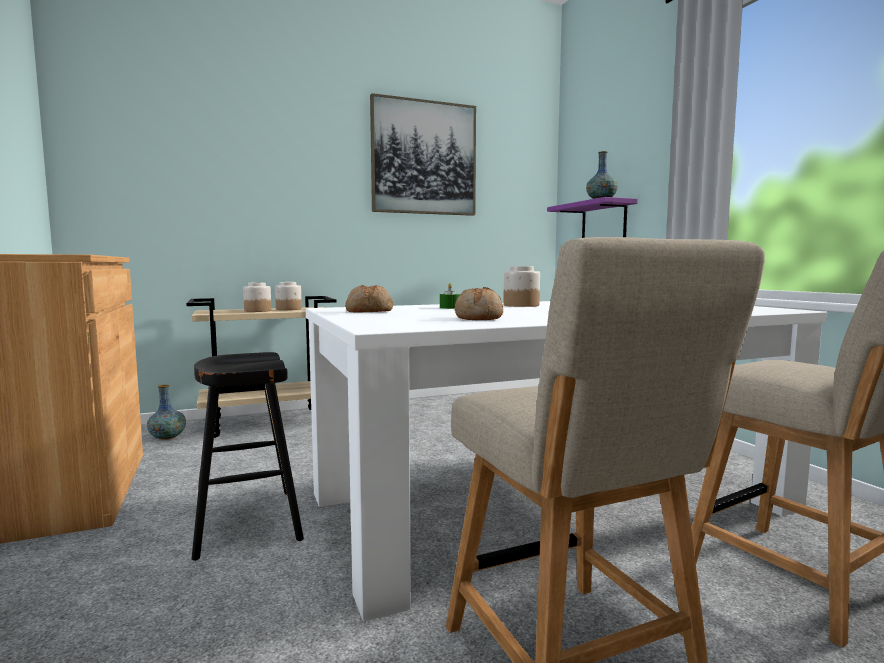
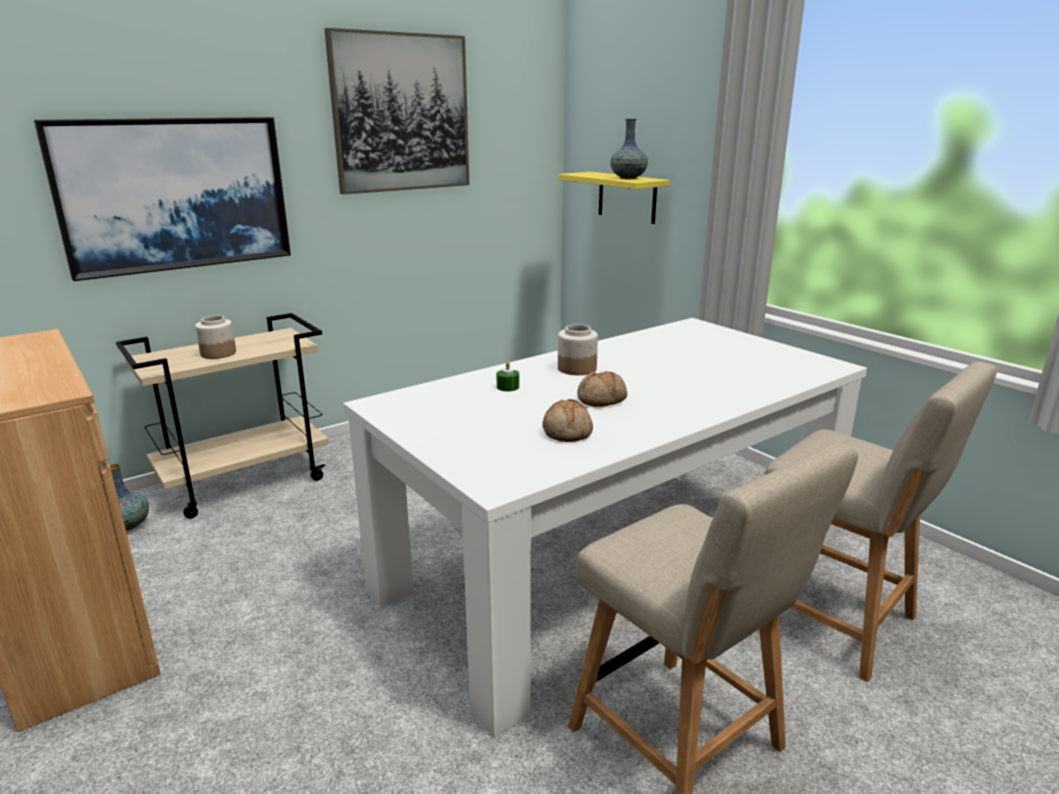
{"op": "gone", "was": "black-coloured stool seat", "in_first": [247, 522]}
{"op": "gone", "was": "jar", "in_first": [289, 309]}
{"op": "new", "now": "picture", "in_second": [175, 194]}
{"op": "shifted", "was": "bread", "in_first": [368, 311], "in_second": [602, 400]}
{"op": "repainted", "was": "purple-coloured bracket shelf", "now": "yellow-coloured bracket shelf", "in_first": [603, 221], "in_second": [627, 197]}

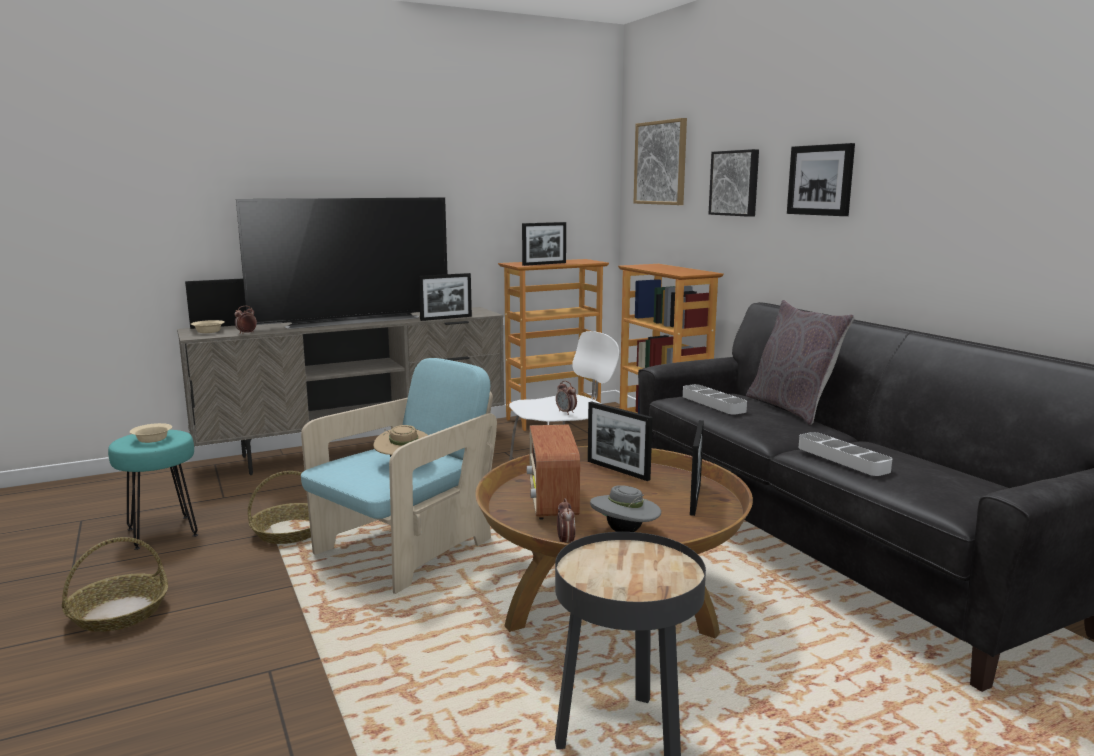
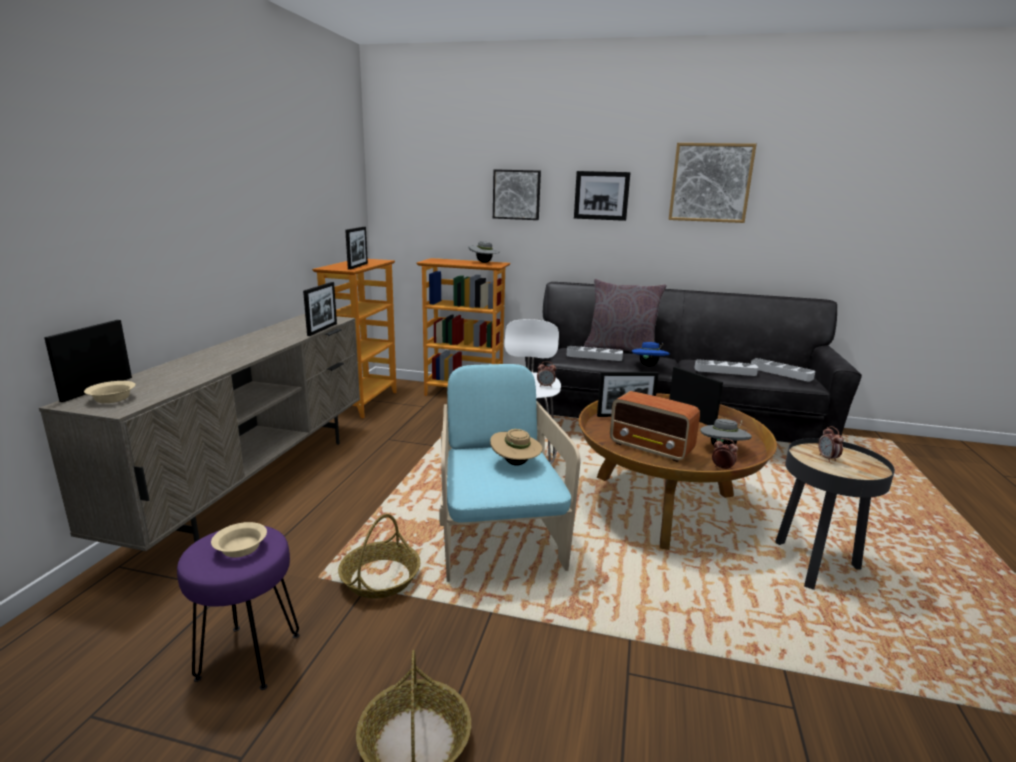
{"op": "gone", "was": "TV set", "in_first": [351, 320]}
{"op": "new", "now": "gray wearable hat", "in_second": [484, 262]}
{"op": "new", "now": "blue wearable hat", "in_second": [649, 365]}
{"op": "new", "now": "gray serving tray", "in_second": [781, 373]}
{"op": "shifted", "was": "table clock", "in_first": [246, 333], "in_second": [827, 458]}
{"op": "shifted", "was": "picture", "in_first": [661, 163], "in_second": [710, 183]}
{"op": "repainted", "was": "blue-green stool seat", "now": "purple-coloured stool seat", "in_first": [163, 532], "in_second": [248, 655]}

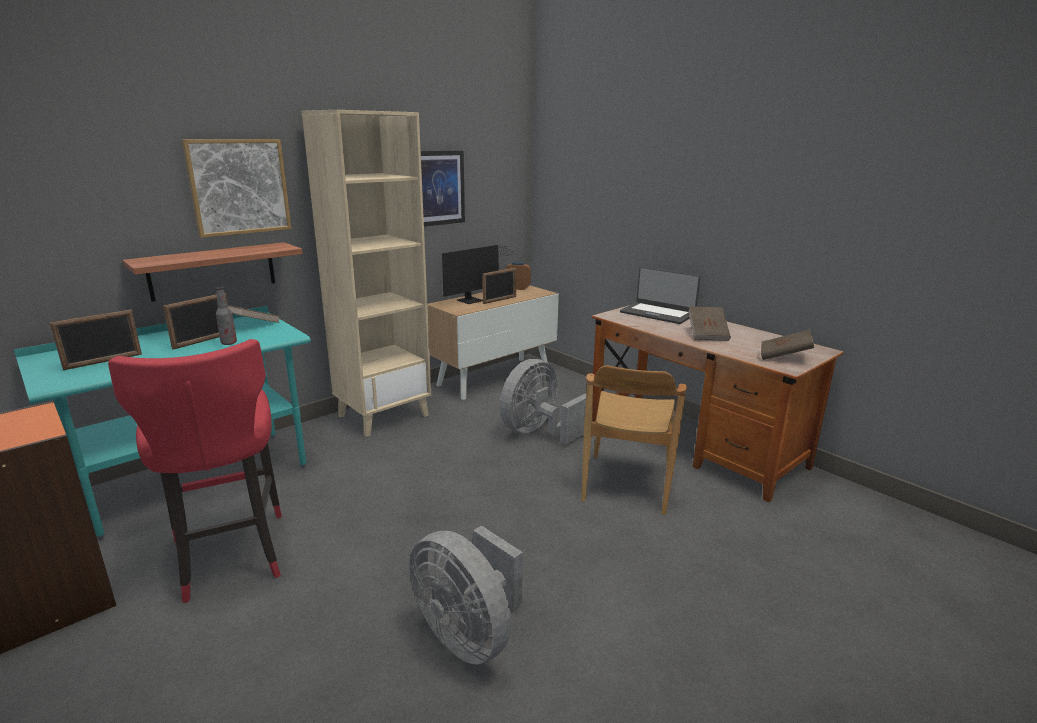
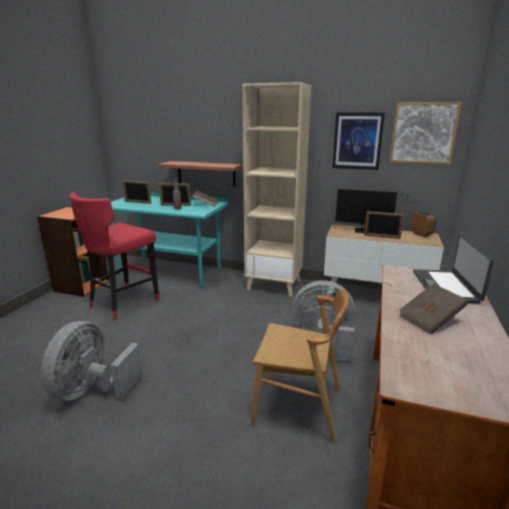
{"op": "gone", "was": "brownish volume", "in_first": [784, 357]}
{"op": "shifted", "was": "picture", "in_first": [239, 187], "in_second": [423, 133]}
{"op": "rotated", "was": "brownish plain chair", "in_first": [626, 483], "in_second": [298, 406], "clockwise": -150}

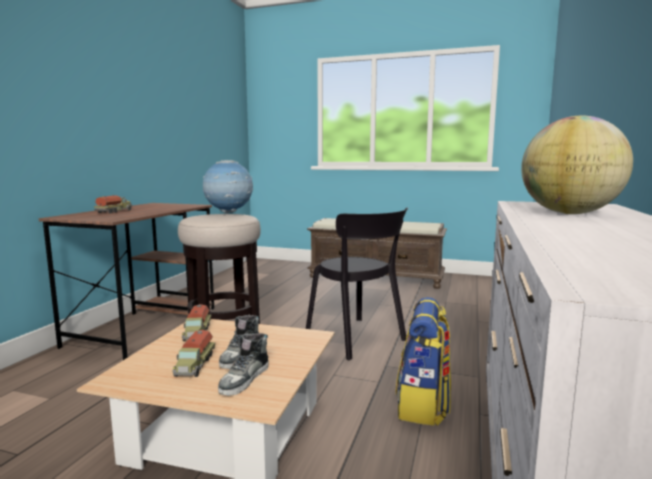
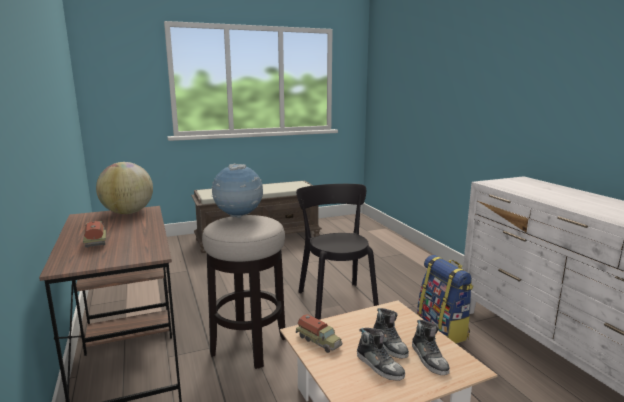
{"op": "shifted", "was": "desk globe", "in_first": [569, 213], "in_second": [128, 213]}
{"op": "swapped", "was": "toy lorry", "now": "shoe", "in_first": [194, 365], "in_second": [379, 366]}
{"op": "rotated", "was": "black-coloured plain chair", "in_first": [358, 339], "in_second": [336, 299], "clockwise": -120}

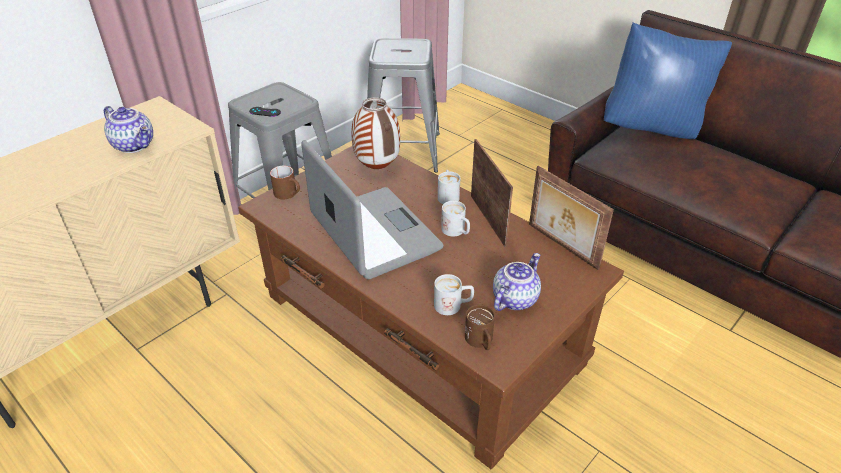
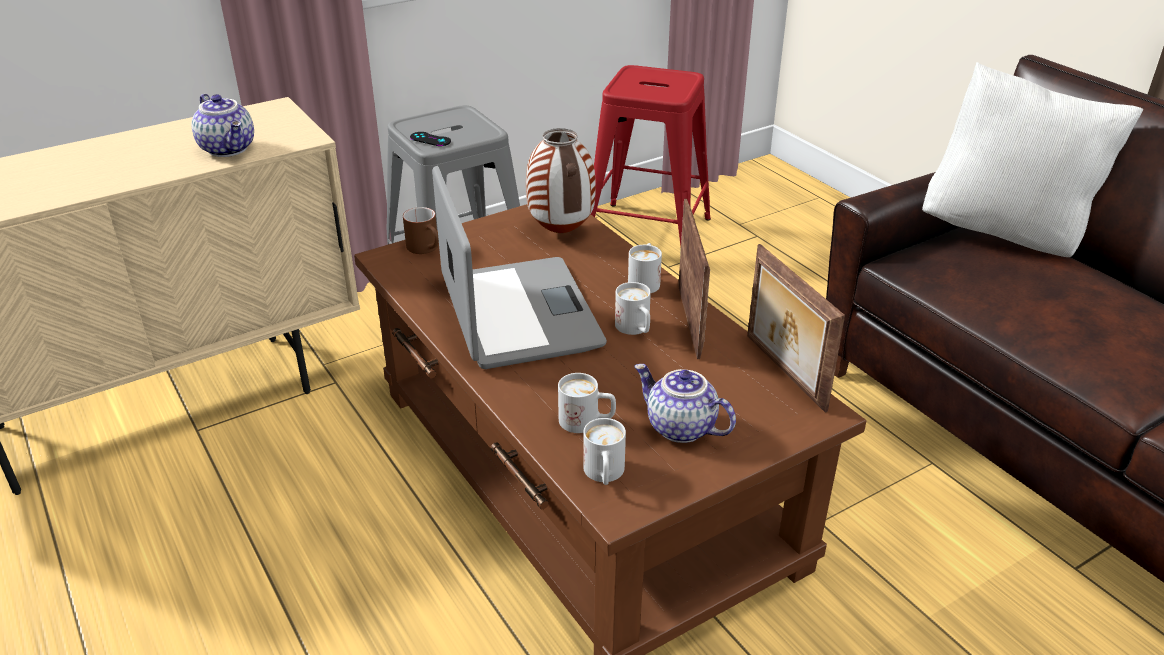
{"op": "repainted", "was": "gray stool seat", "now": "red-coloured stool seat", "in_first": [402, 151], "in_second": [646, 235]}
{"op": "repainted", "was": "brownish coffee mug", "now": "white coffee mug", "in_first": [480, 342], "in_second": [604, 475]}
{"op": "repainted", "was": "blue pillow", "now": "white pillow", "in_first": [652, 128], "in_second": [1006, 234]}
{"op": "rotated", "was": "teapot", "in_first": [514, 298], "in_second": [679, 428], "clockwise": -105}

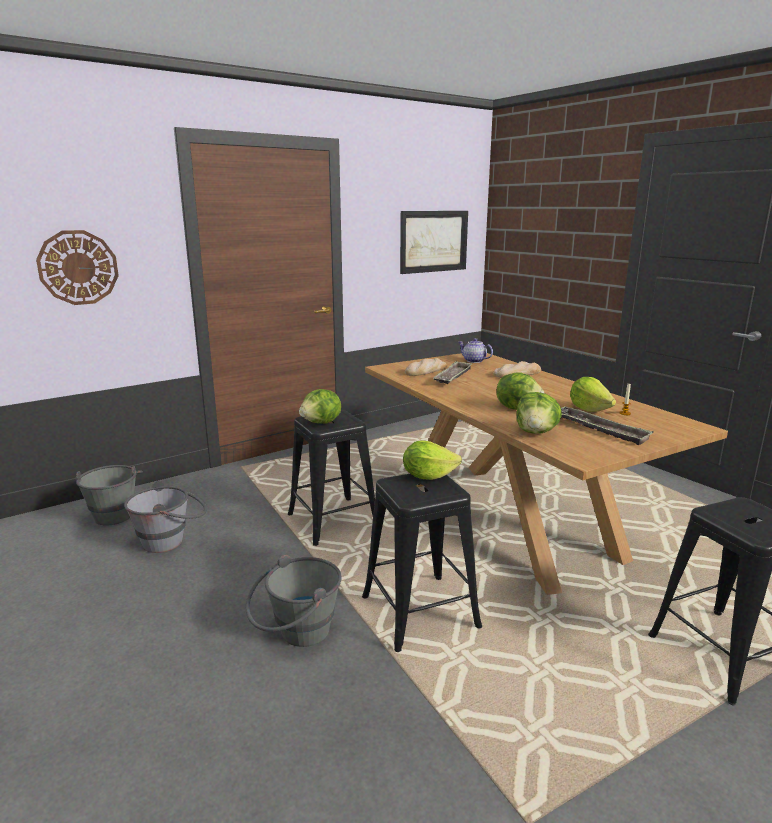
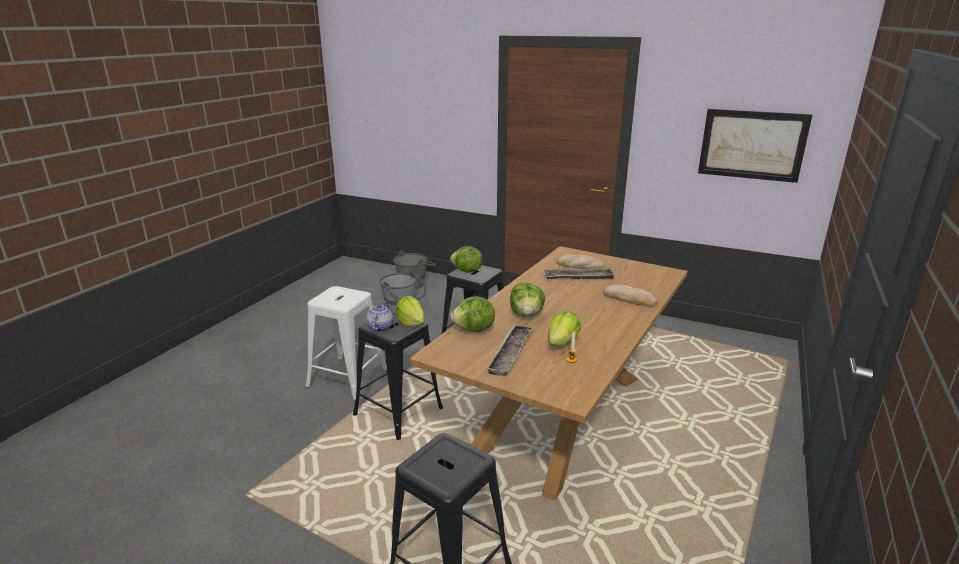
{"op": "gone", "was": "clock on the wall", "in_first": [78, 267]}
{"op": "shifted", "was": "teapot", "in_first": [473, 361], "in_second": [379, 327]}
{"op": "swapped", "was": "gray pail", "now": "white stool seat", "in_first": [296, 635], "in_second": [347, 378]}

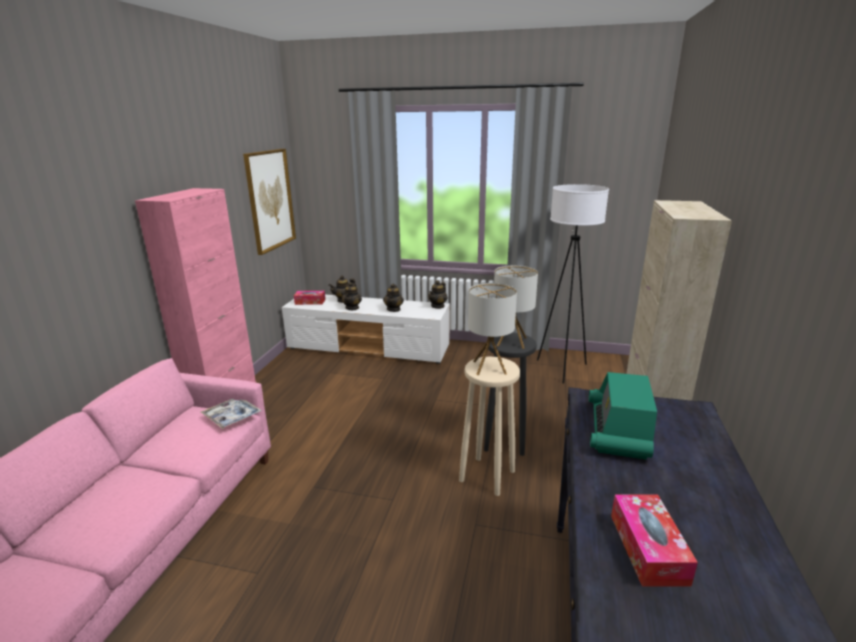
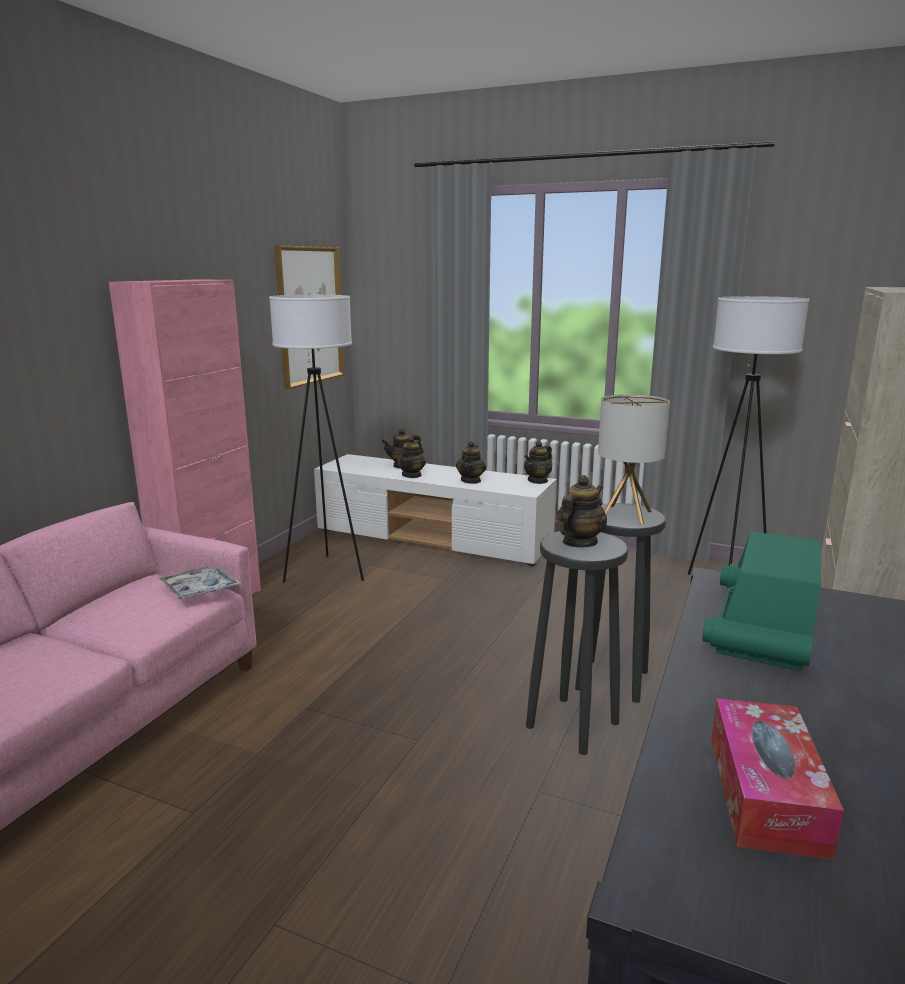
{"op": "gone", "was": "tissue box", "in_first": [310, 302]}
{"op": "new", "now": "white floor lamp", "in_second": [325, 573]}
{"op": "swapped", "was": "table lamp", "now": "teapot", "in_first": [489, 367], "in_second": [579, 542]}
{"op": "repainted", "was": "beige stool seat", "now": "black-coloured stool seat", "in_first": [488, 476], "in_second": [573, 725]}

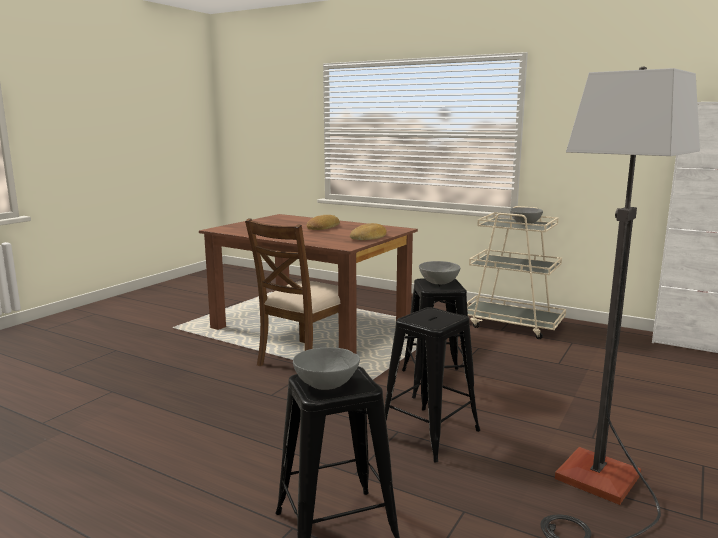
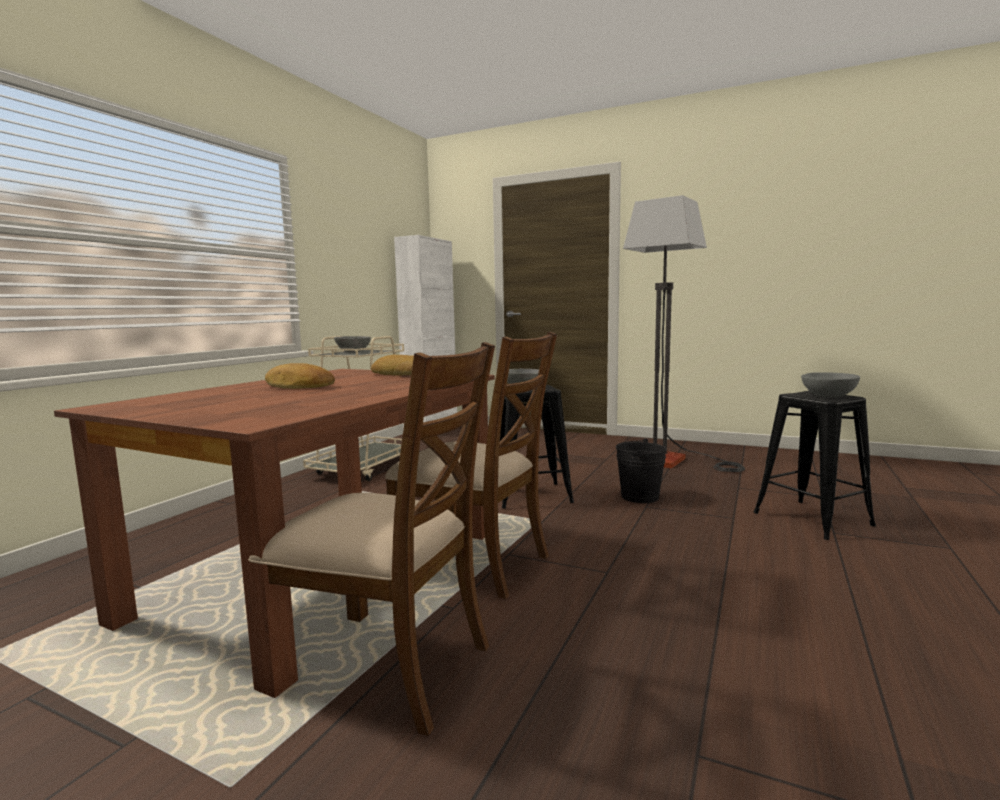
{"op": "new", "now": "brownish plain chair", "in_second": [386, 667]}
{"op": "swapped", "was": "black-coloured stool seat", "now": "black-coloured pail", "in_first": [429, 433], "in_second": [640, 496]}

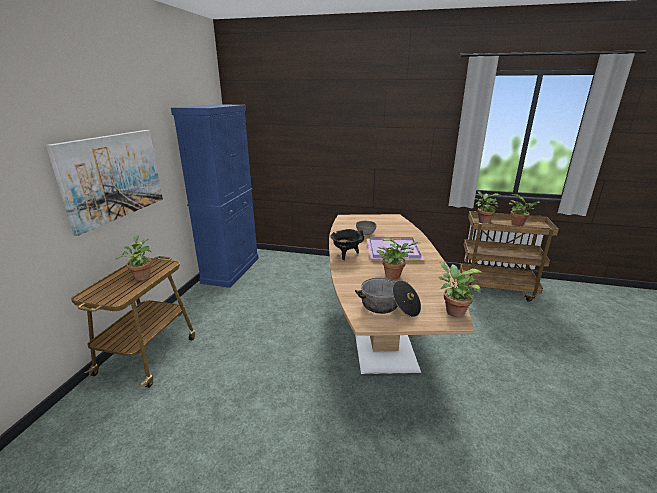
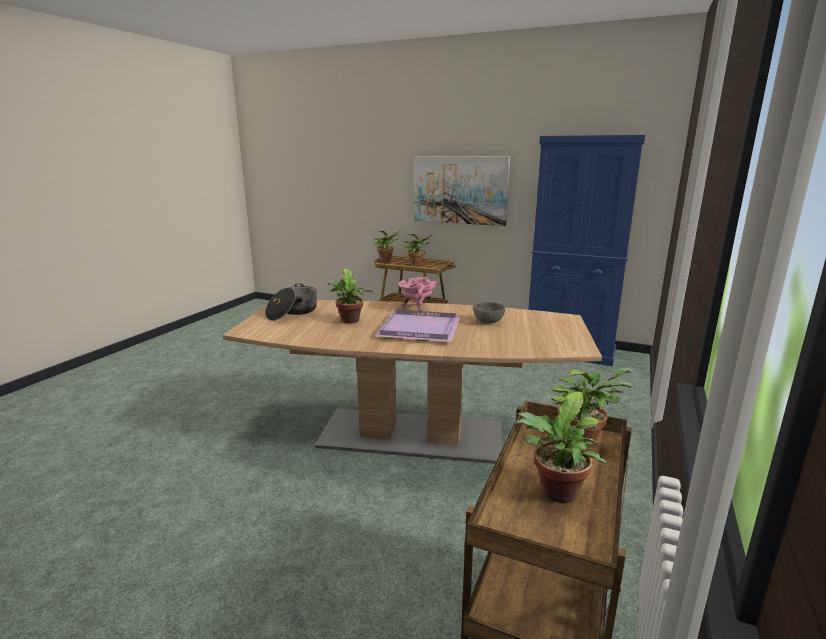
{"op": "shifted", "was": "plant in a pot", "in_first": [452, 311], "in_second": [386, 260]}
{"op": "repainted", "was": "black-coloured cooking pot", "now": "pinkish cooking pot", "in_first": [346, 255], "in_second": [417, 308]}

